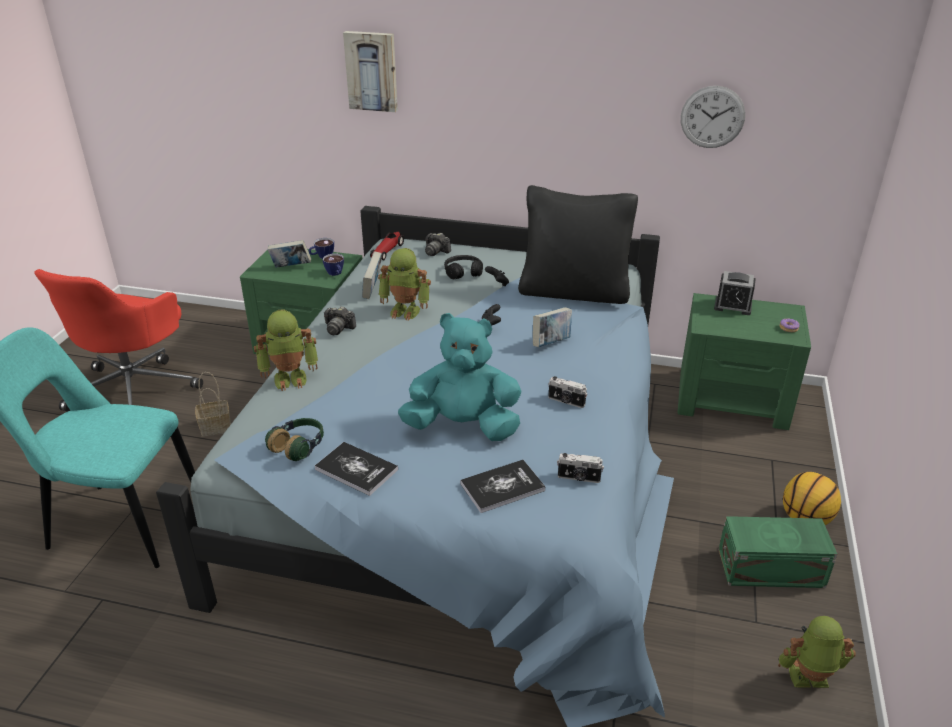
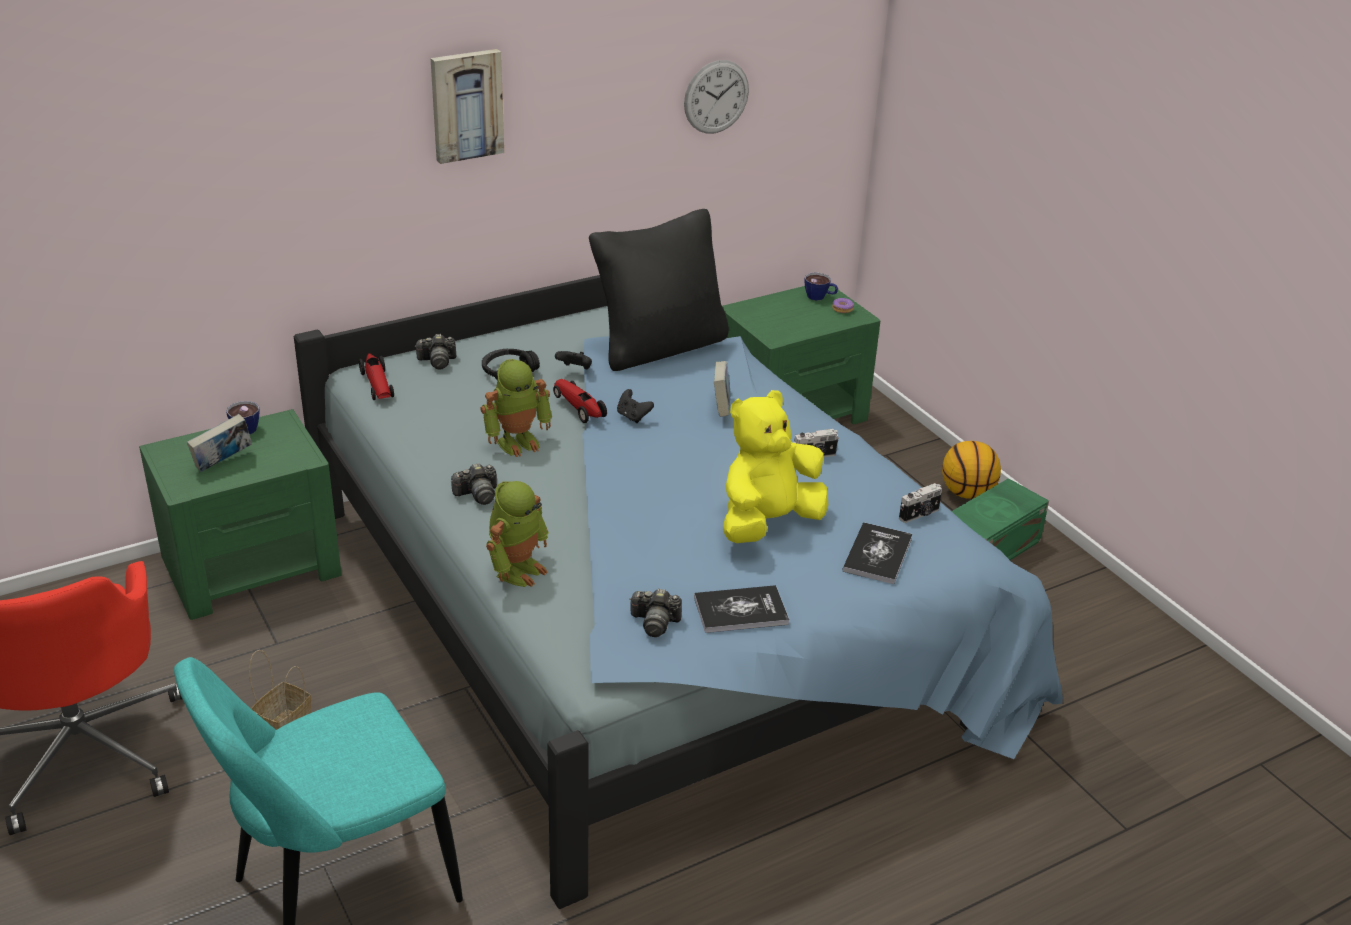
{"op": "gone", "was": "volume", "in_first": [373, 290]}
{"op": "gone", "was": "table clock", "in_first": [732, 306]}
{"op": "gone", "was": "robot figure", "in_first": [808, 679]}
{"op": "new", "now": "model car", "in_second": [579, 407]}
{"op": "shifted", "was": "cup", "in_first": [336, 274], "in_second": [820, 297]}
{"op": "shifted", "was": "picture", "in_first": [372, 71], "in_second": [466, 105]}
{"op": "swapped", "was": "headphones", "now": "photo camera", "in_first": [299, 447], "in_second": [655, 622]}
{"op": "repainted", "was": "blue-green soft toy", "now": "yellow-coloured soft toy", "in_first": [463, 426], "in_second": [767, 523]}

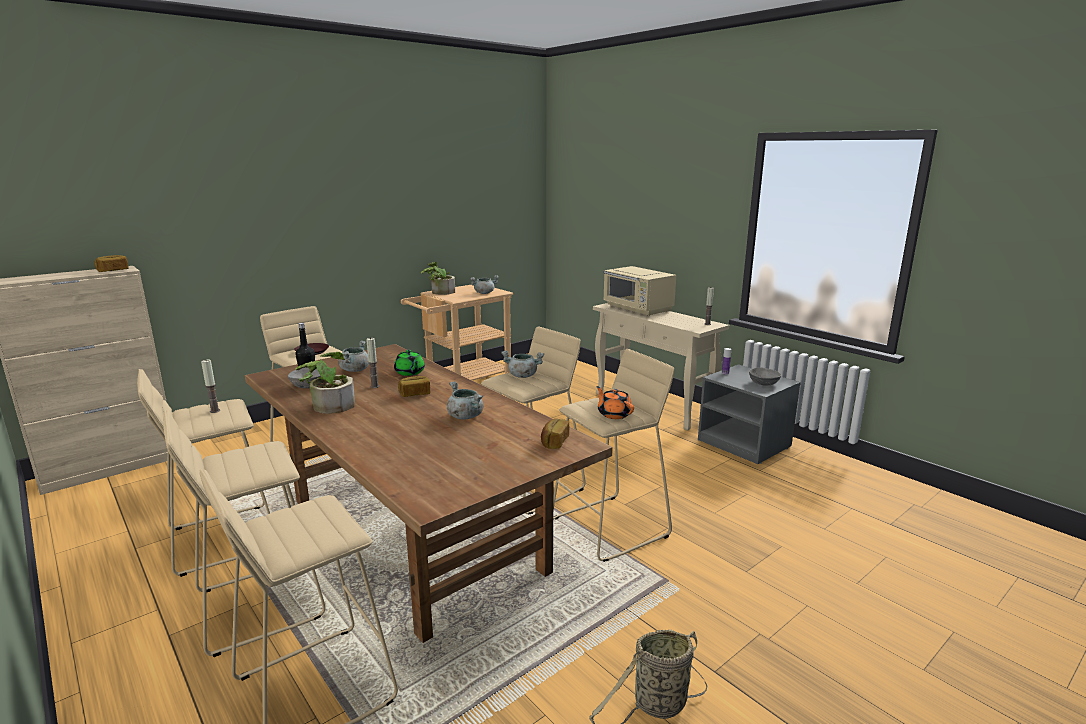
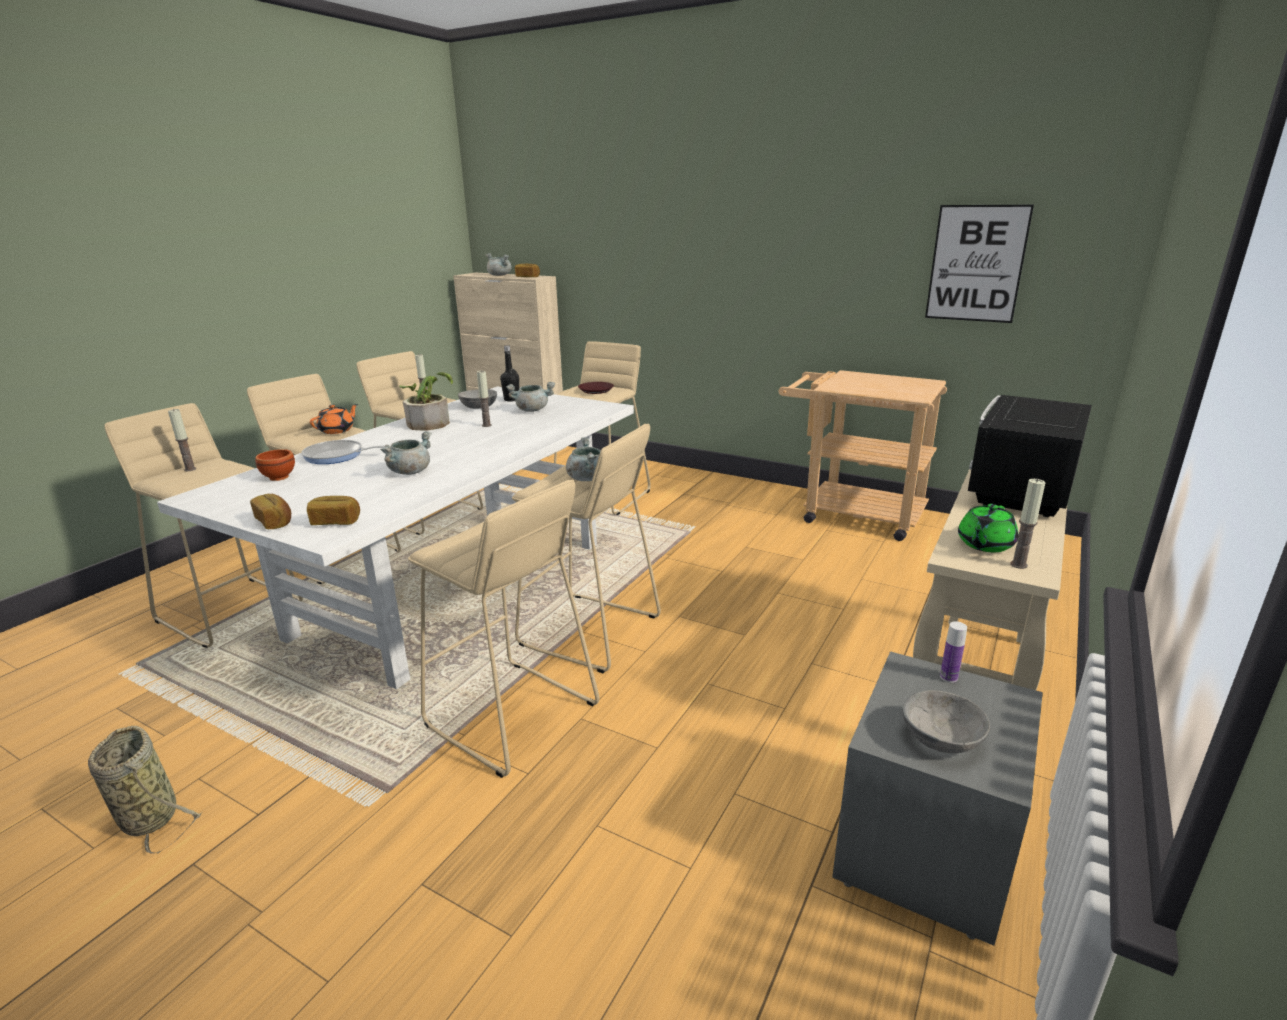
{"op": "gone", "was": "plant in a pot", "in_first": [439, 292]}
{"op": "new", "now": "candle", "in_second": [190, 469]}
{"op": "new", "now": "brownish deep dish", "in_second": [277, 477]}
{"op": "new", "now": "skillet", "in_second": [337, 456]}
{"op": "new", "now": "picture", "in_second": [976, 264]}
{"op": "shifted", "was": "green-coloured teapot", "in_first": [410, 373], "in_second": [984, 544]}
{"op": "shifted", "was": "bread", "in_first": [415, 394], "in_second": [275, 522]}
{"op": "shifted", "was": "gray cooking pot", "in_first": [484, 293], "in_second": [500, 275]}
{"op": "shifted", "was": "orange teapot", "in_first": [614, 414], "in_second": [337, 430]}
{"op": "repainted", "was": "brownish kitchen table", "now": "white kitchen table", "in_first": [414, 535], "in_second": [455, 589]}
{"op": "repainted", "was": "beige microwave", "now": "black-coloured microwave", "in_first": [638, 309], "in_second": [1019, 491]}

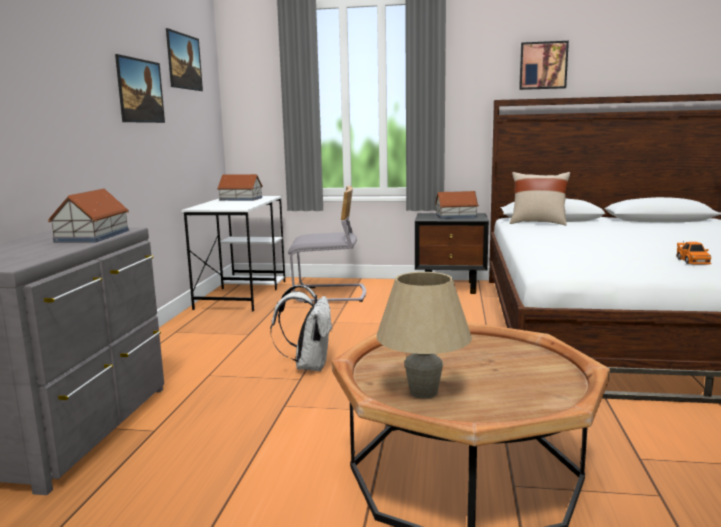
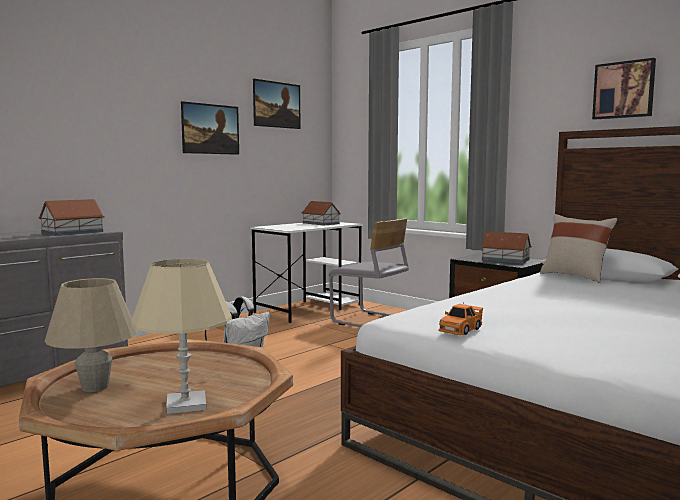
{"op": "new", "now": "beige table lamp", "in_second": [185, 404]}
{"op": "shifted", "was": "orange model car", "in_first": [692, 261], "in_second": [460, 329]}

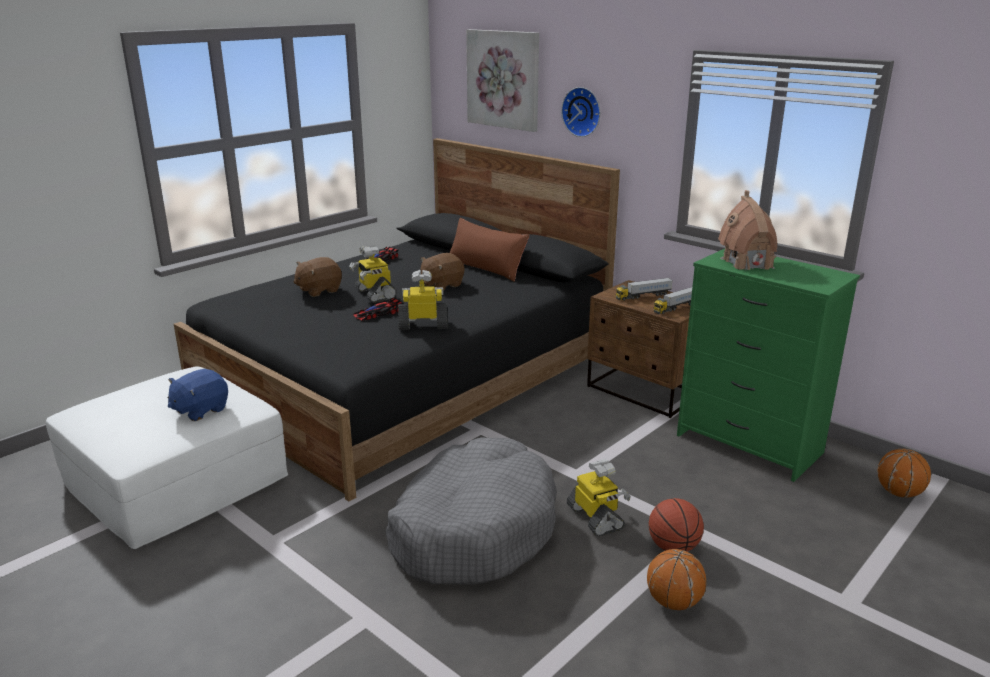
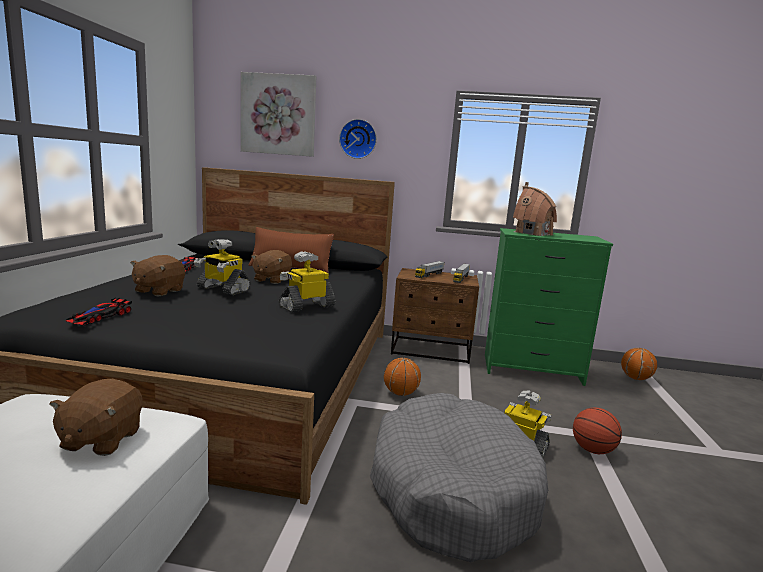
{"op": "shifted", "was": "model car", "in_first": [378, 314], "in_second": [100, 317]}
{"op": "shifted", "was": "ball for basketball", "in_first": [673, 602], "in_second": [400, 393]}
{"op": "repainted", "was": "blue soft toy", "now": "brownish soft toy", "in_first": [200, 410], "in_second": [100, 440]}

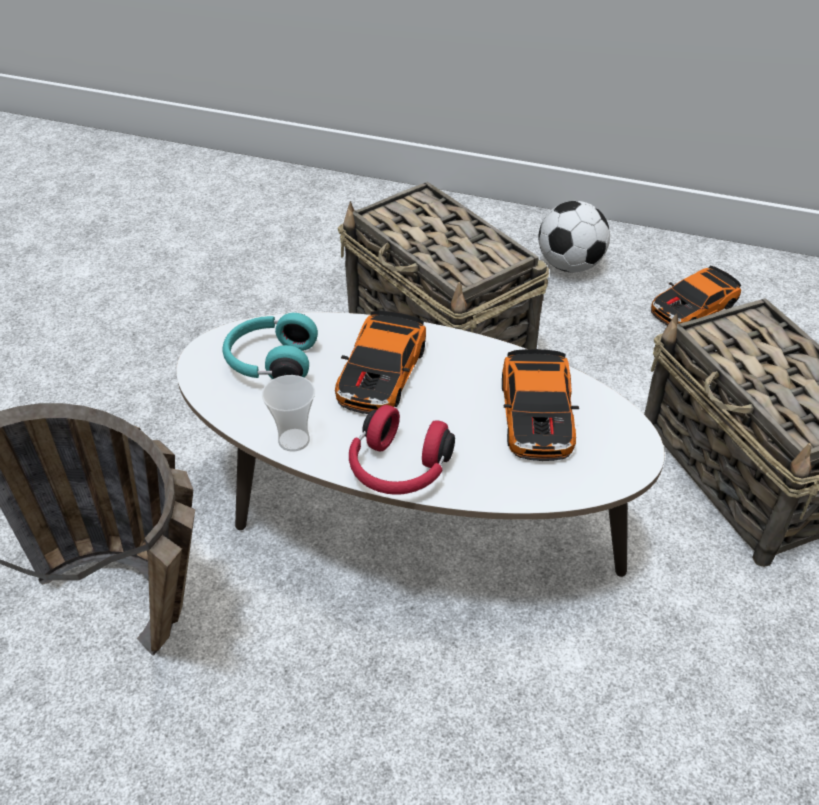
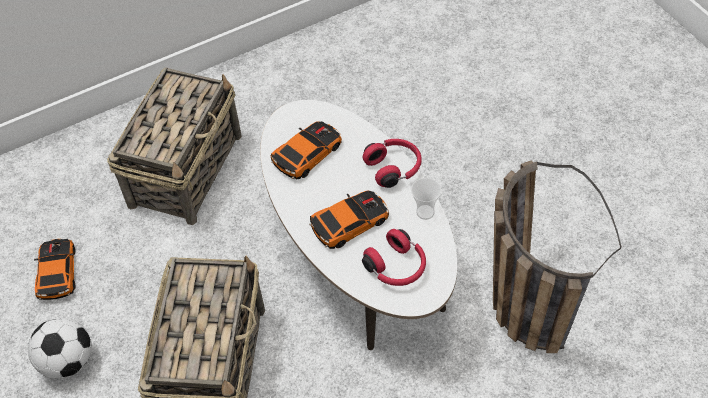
{"op": "repainted", "was": "blue-green headphones", "now": "red-coloured headphones", "in_first": [270, 362], "in_second": [397, 267]}
{"op": "rotated", "was": "model car", "in_first": [693, 307], "in_second": [57, 272], "clockwise": -105}

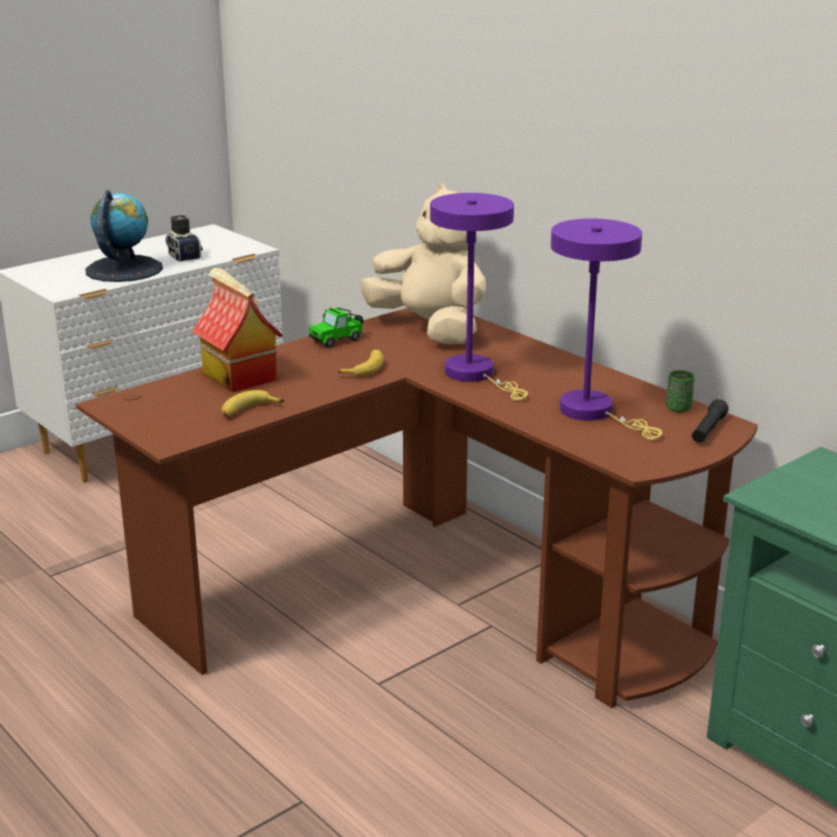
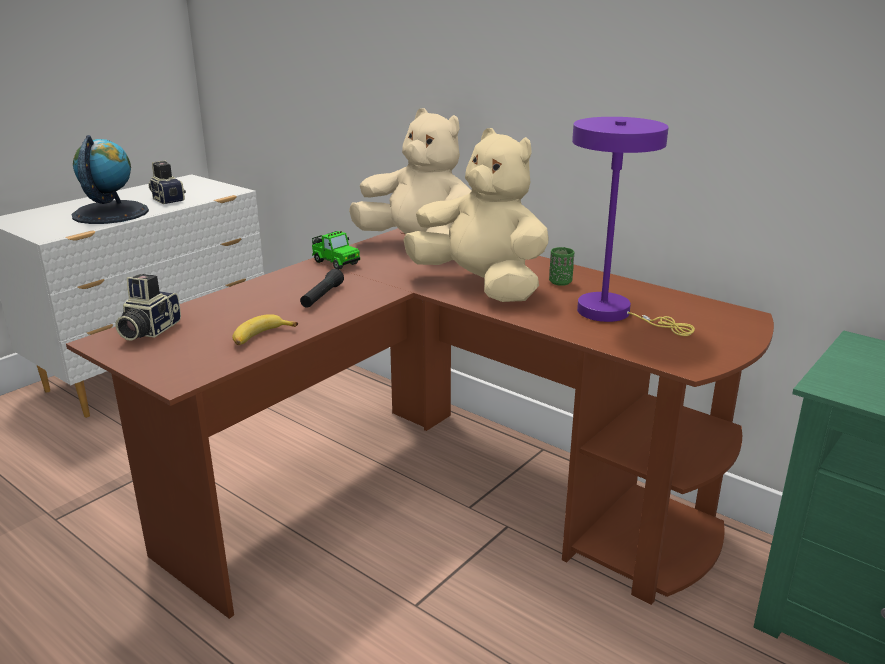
{"op": "gone", "was": "toy house", "in_first": [238, 376]}
{"op": "gone", "was": "whole banana", "in_first": [364, 368]}
{"op": "new", "now": "photo camera", "in_second": [148, 330]}
{"op": "shifted", "was": "green-coloured cup", "in_first": [678, 408], "in_second": [560, 282]}
{"op": "shifted", "was": "black-coloured hand torch", "in_first": [708, 430], "in_second": [322, 296]}
{"op": "swapped", "was": "purple-coloured table lamp", "now": "beige soft toy", "in_first": [475, 375], "in_second": [480, 286]}
{"op": "rotated", "was": "model car", "in_first": [338, 340], "in_second": [334, 262], "clockwise": -90}

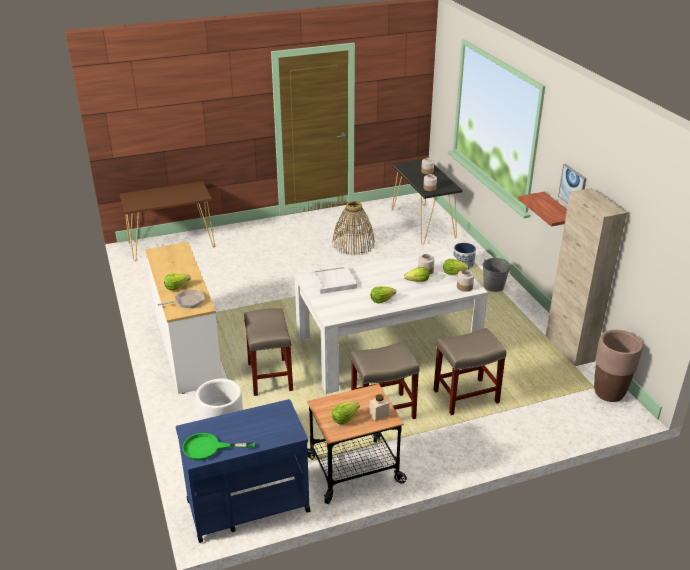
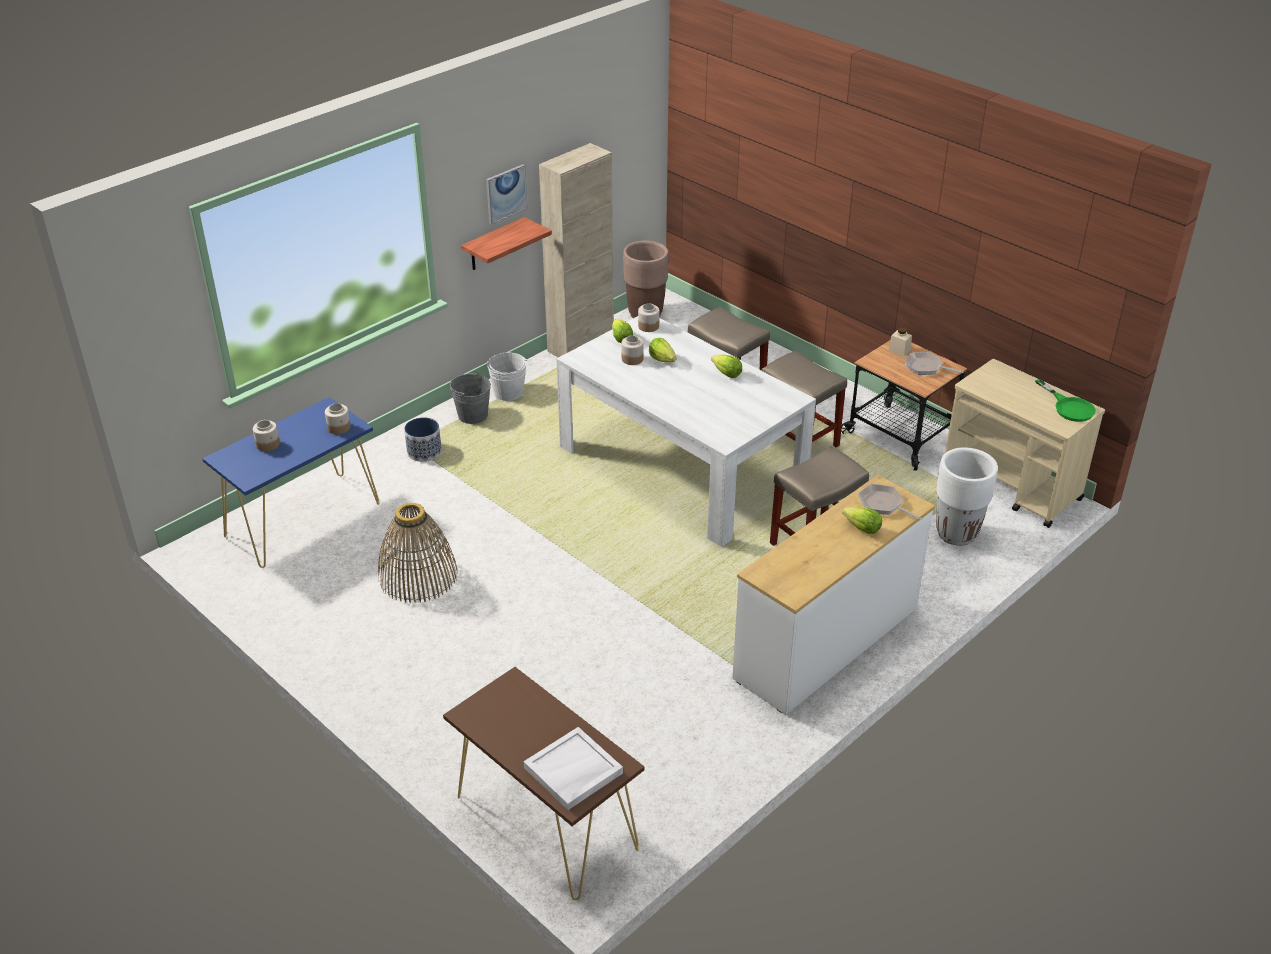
{"op": "new", "now": "white pail", "in_second": [508, 393]}
{"op": "shifted", "was": "white serving tray", "in_first": [333, 281], "in_second": [573, 771]}
{"op": "swapped", "was": "lettuce head", "now": "skillet", "in_first": [344, 419], "in_second": [926, 367]}
{"op": "repainted", "was": "blue wheeled cart", "now": "beige wheeled cart", "in_first": [247, 505], "in_second": [1011, 487]}
{"op": "repainted", "was": "black-coloured narrow table", "now": "blue narrow table", "in_first": [423, 224], "in_second": [303, 519]}

